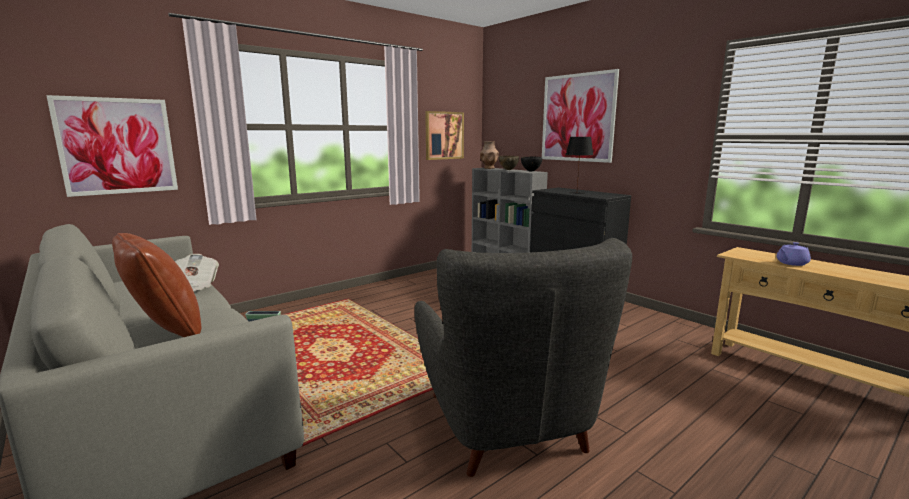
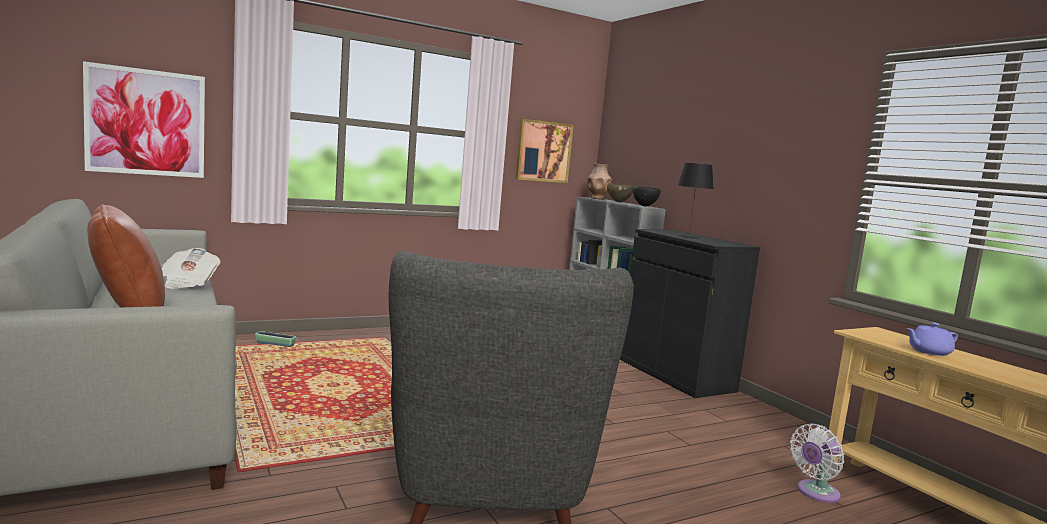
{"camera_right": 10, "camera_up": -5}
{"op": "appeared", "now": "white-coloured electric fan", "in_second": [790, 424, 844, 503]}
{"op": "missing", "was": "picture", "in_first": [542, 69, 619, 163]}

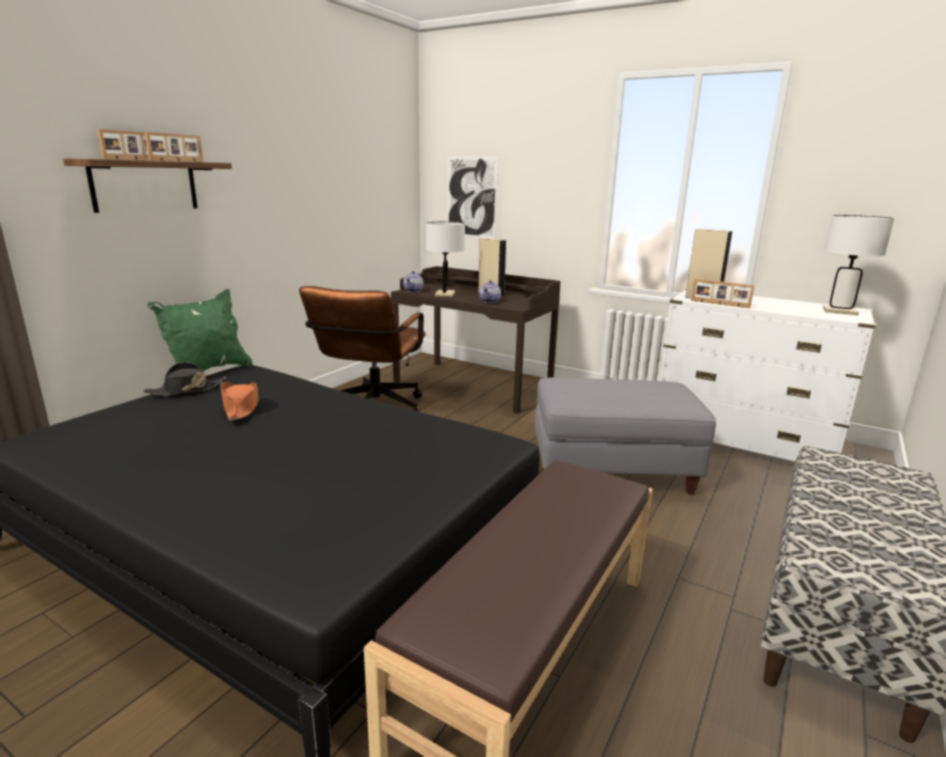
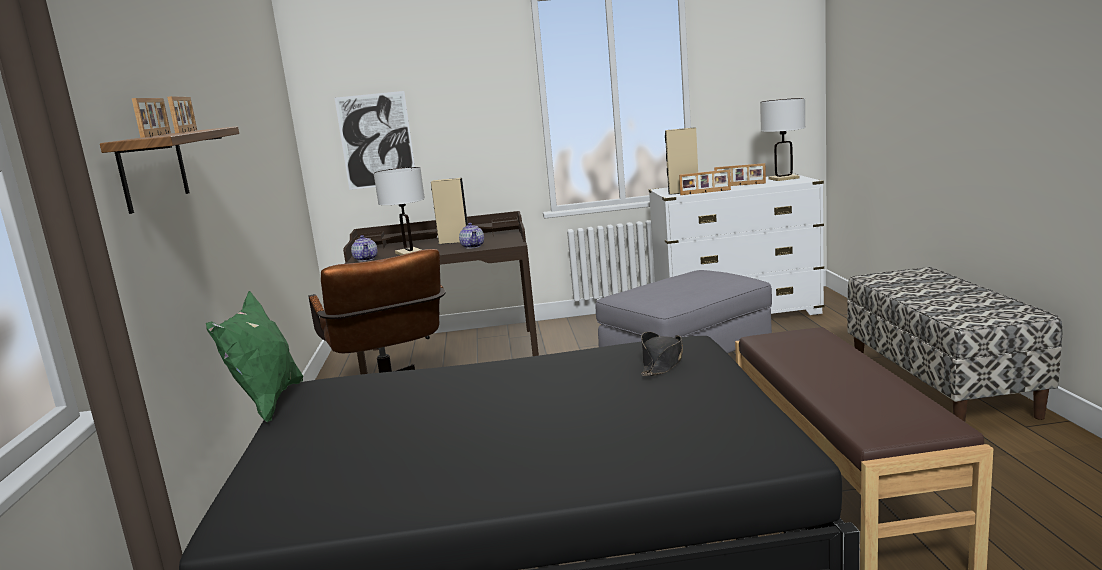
{"camera_right": -35, "camera_up": -5}
{"op": "relocated", "was": "black clothing hat", "in_first": [143, 362, 226, 396], "in_second": [641, 332, 683, 376]}
{"op": "appeared", "now": "picture frame", "in_second": [714, 163, 766, 186]}
{"op": "missing", "was": "orange-coloured clothing hat", "in_first": [220, 382, 259, 421]}

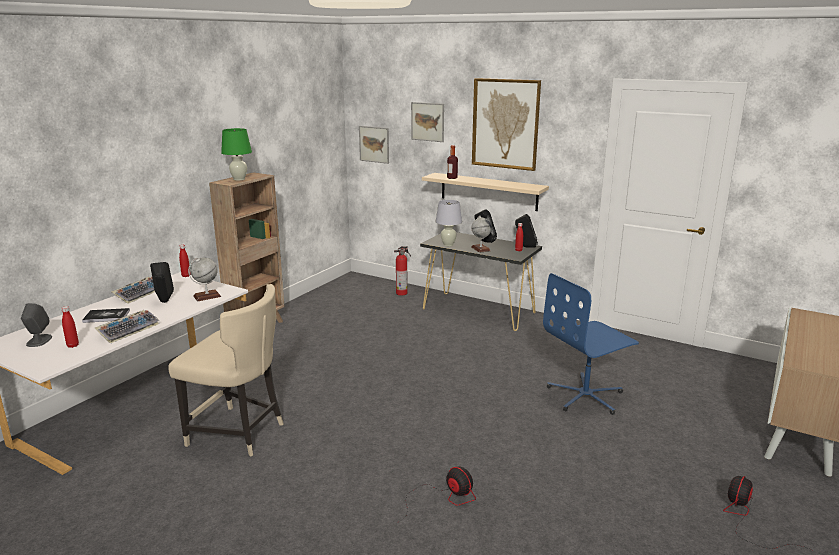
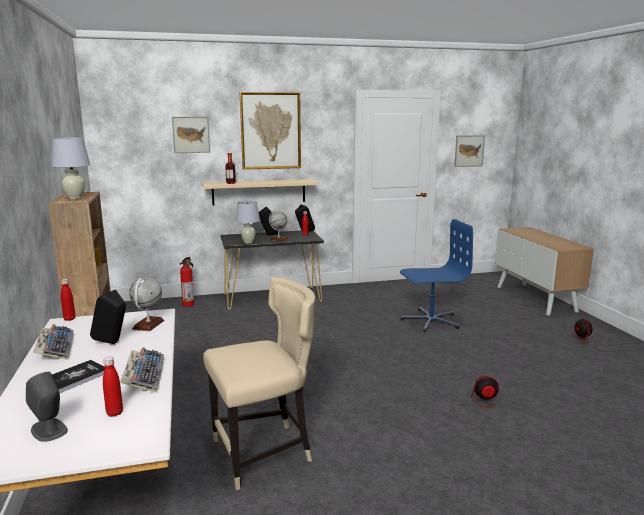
{"camera_right": -45, "camera_up": -5}
{"op": "colour", "was": "green lamp for a table", "now": "white-coloured lamp for a table", "in_first": [221, 128, 252, 181], "in_second": [52, 137, 90, 199]}
{"op": "spun", "was": "bluish desk chair", "in_first": [543, 273, 639, 415], "in_second": [400, 219, 473, 332], "clockwise": -120}
{"op": "relocated", "was": "picture", "in_first": [359, 126, 389, 164], "in_second": [454, 135, 485, 167]}

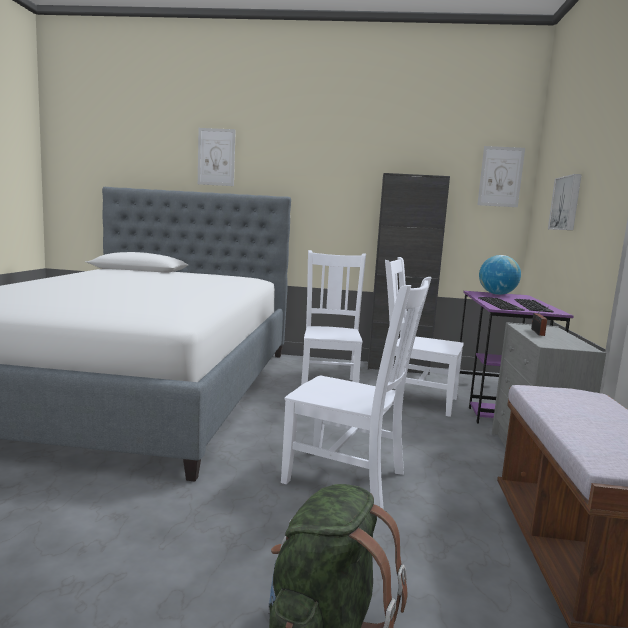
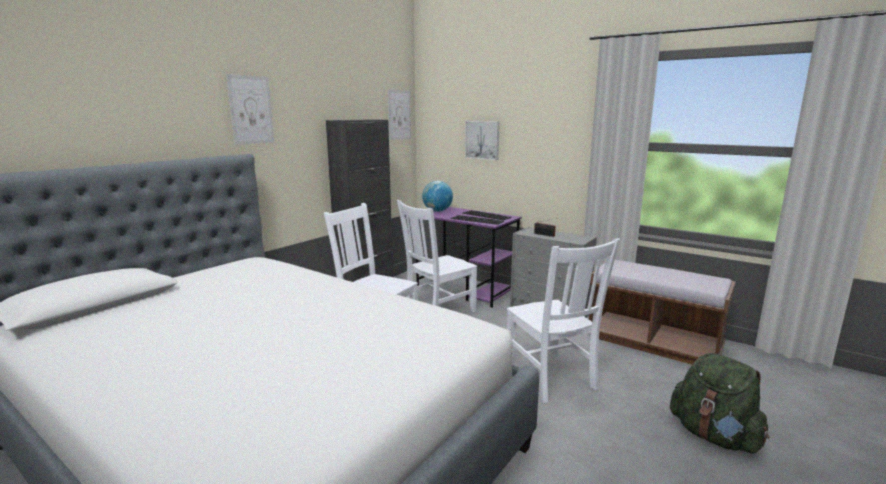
{"camera_right": -60, "camera_up": 5}
{"op": "relocated", "was": "picture", "in_first": [198, 128, 236, 186], "in_second": [226, 74, 274, 145]}
{"op": "spun", "was": "white-coloured upright chair", "in_first": [281, 277, 431, 509], "in_second": [507, 238, 620, 403], "clockwise": 105}

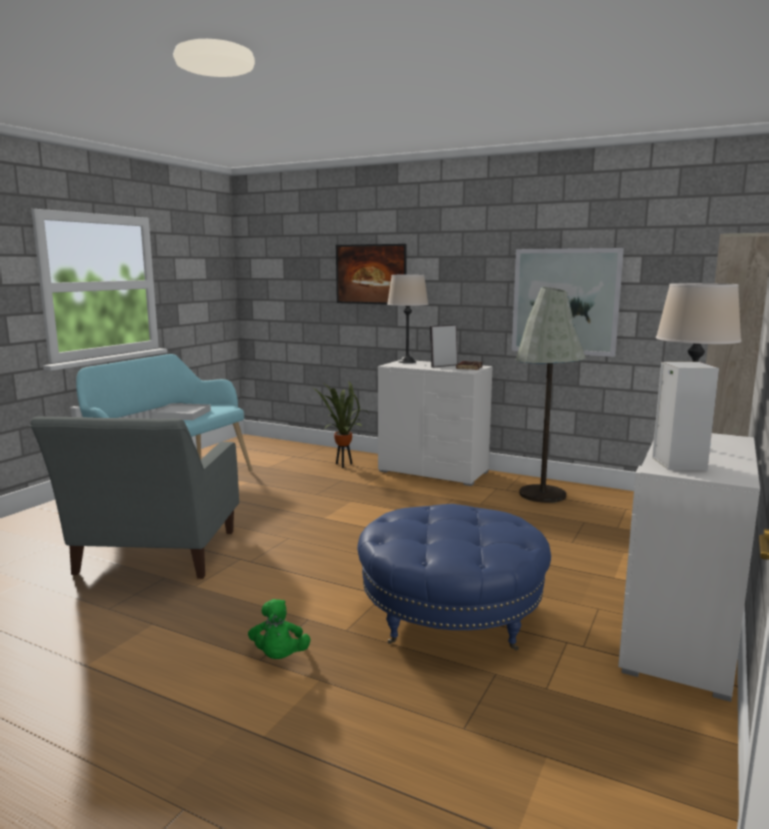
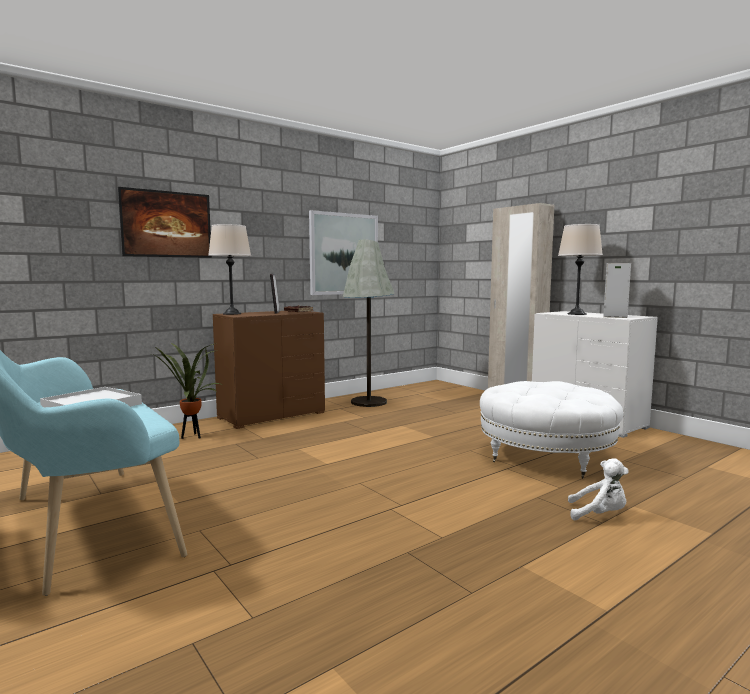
{"camera_right": -65, "camera_up": -5}
{"op": "colour", "was": "white-coloured chest of drawers", "now": "brownish chest of drawers", "in_first": [378, 360, 493, 486], "in_second": [213, 311, 325, 429]}
{"op": "colour", "was": "bluish pouffe", "now": "white-coloured pouffe", "in_first": [357, 504, 551, 651], "in_second": [480, 381, 624, 478]}
{"op": "colour", "was": "green soft toy", "now": "white-coloured soft toy", "in_first": [248, 599, 311, 659], "in_second": [568, 458, 629, 520]}
{"op": "missing", "was": "gray easy chair", "in_first": [29, 416, 239, 579]}

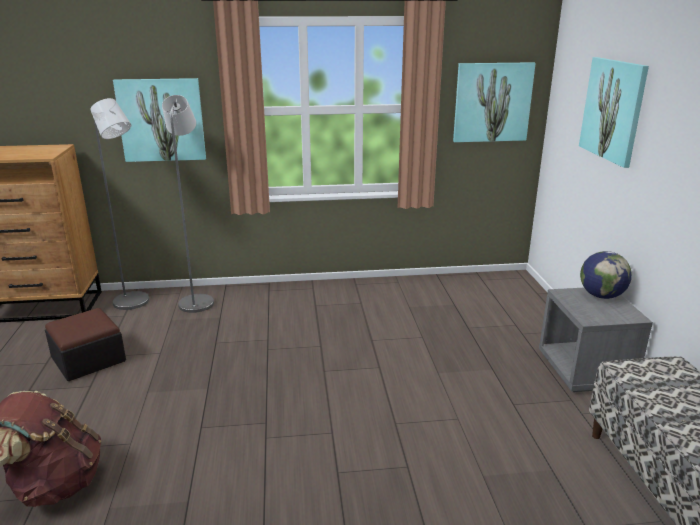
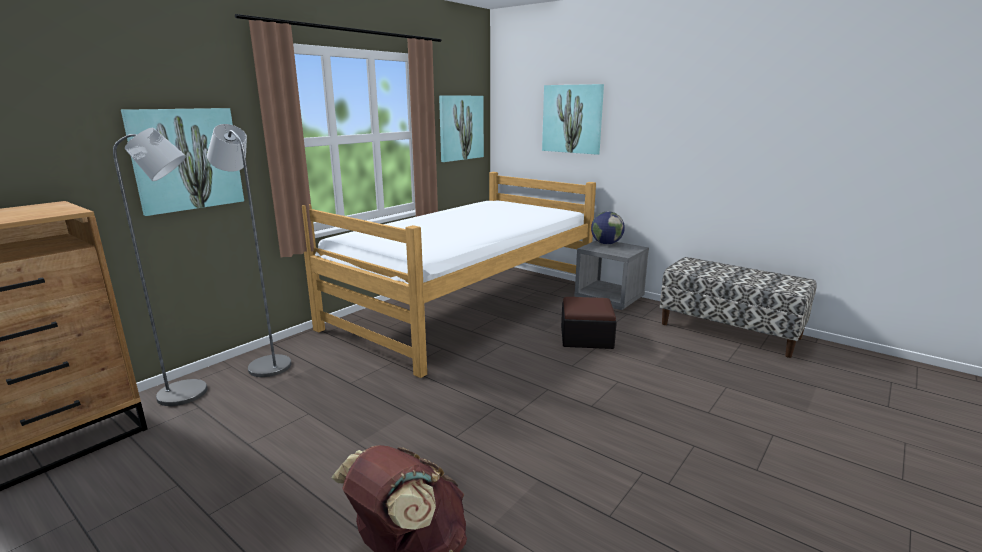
{"camera_right": -45, "camera_up": -5}
{"op": "appeared", "now": "bedroom bed", "in_second": [302, 172, 596, 378]}
{"op": "relocated", "was": "pouffe", "in_first": [45, 308, 126, 381], "in_second": [561, 297, 617, 349]}

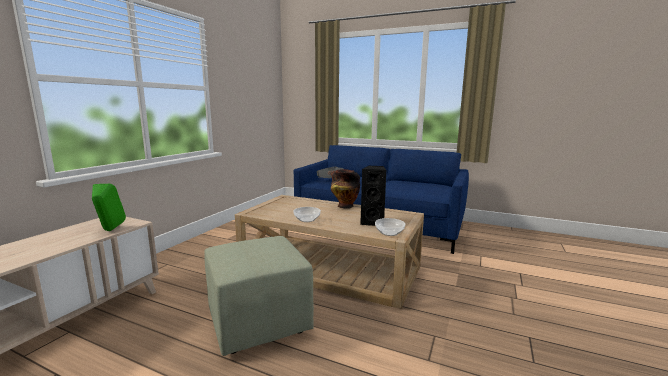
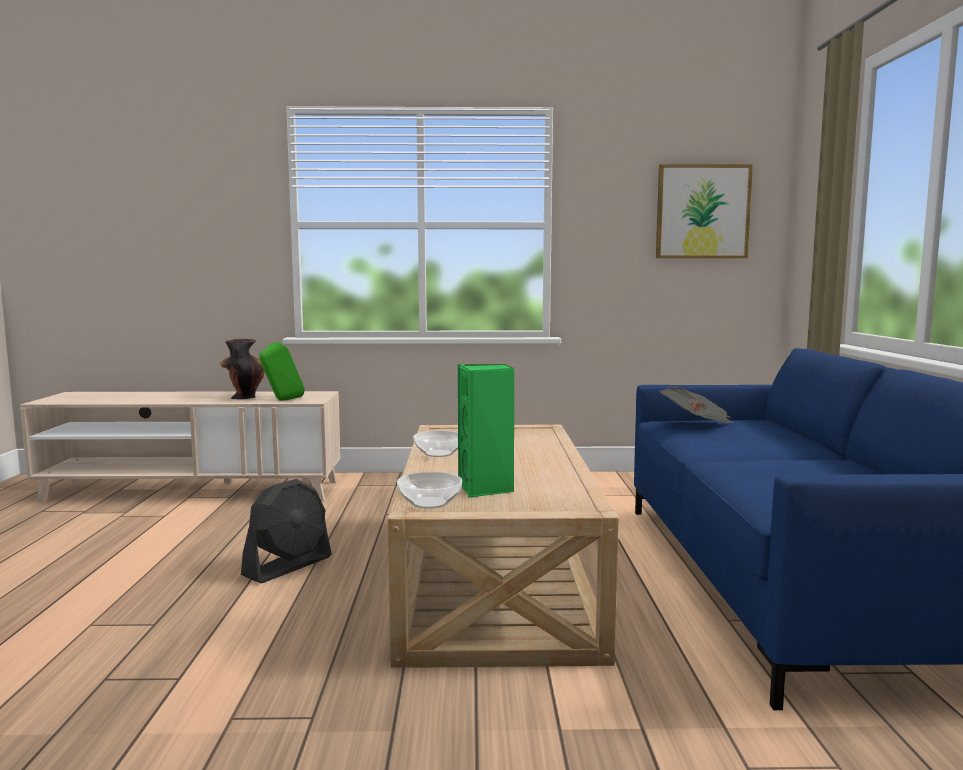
{"camera_right": 65, "camera_up": -5}
{"op": "relocated", "was": "decorative vase", "in_first": [331, 169, 360, 209], "in_second": [220, 339, 265, 399]}
{"op": "exchanged", "was": "green pouffe", "now": "black electric fan", "in_first": [204, 236, 314, 356], "in_second": [241, 479, 332, 583]}
{"op": "colour", "was": "black loudspeaker", "now": "green loudspeaker", "in_first": [360, 166, 387, 226], "in_second": [458, 364, 514, 498]}
{"op": "appeared", "now": "picture", "in_second": [656, 164, 753, 258]}

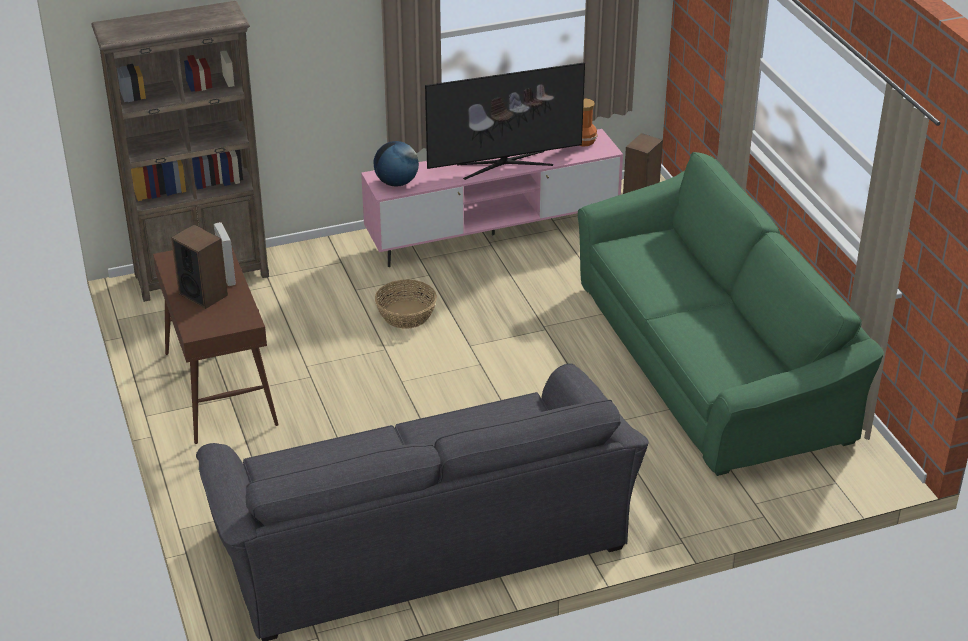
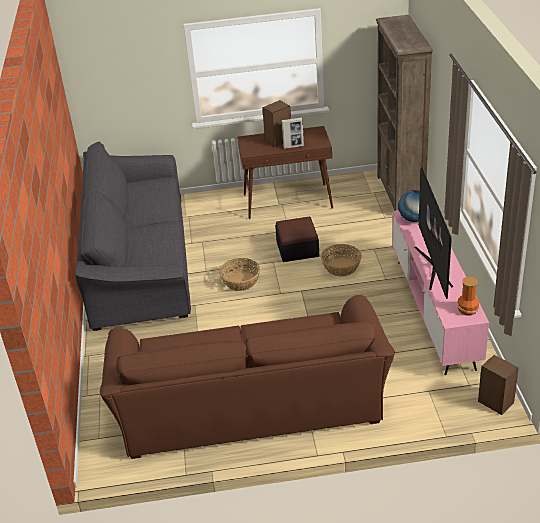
{"camera_right": 105, "camera_up": 0}
{"op": "colour", "was": "green sofa", "now": "brownish sofa", "in_first": [578, 152, 884, 476], "in_second": [100, 295, 395, 459]}
{"op": "appeared", "now": "basket", "in_second": [219, 258, 260, 291]}
{"op": "appeared", "now": "pouffe", "in_second": [275, 217, 319, 262]}

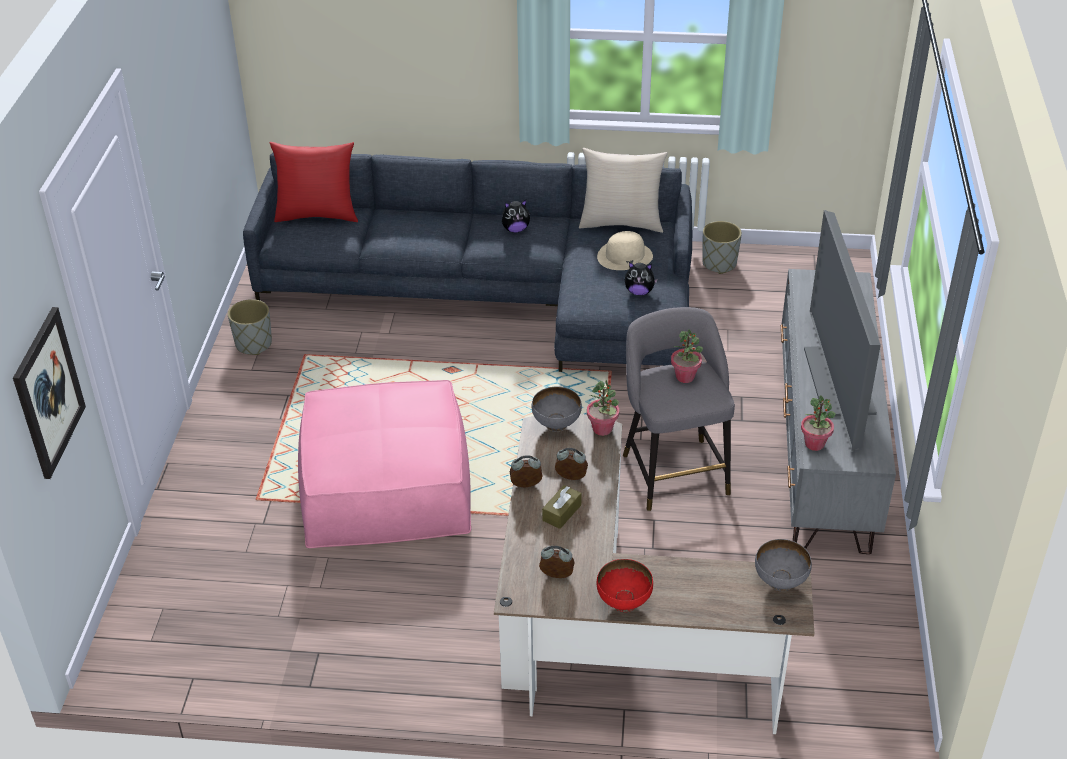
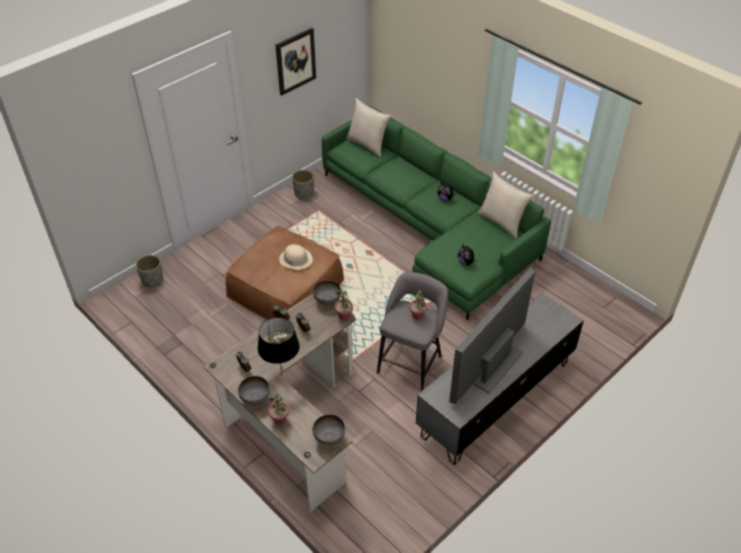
{"camera_right": 40, "camera_up": 5}
{"op": "relocated", "was": "gray flower pot", "in_first": [702, 221, 742, 274], "in_second": [136, 255, 163, 287]}
{"op": "colour", "was": "pink-coloured pouffe", "now": "brownish pouffe", "in_first": [298, 380, 471, 548], "in_second": [226, 226, 344, 320]}
{"op": "colour", "was": "reddish serving bowl", "now": "gray serving bowl", "in_first": [597, 559, 653, 612], "in_second": [238, 376, 270, 405]}
{"op": "appeared", "now": "black lamp for a table", "in_second": [257, 317, 300, 371]}
{"op": "relocated", "was": "potted plant", "in_first": [801, 395, 836, 451], "in_second": [268, 393, 289, 425]}
{"op": "relocated", "was": "picture", "in_first": [13, 307, 86, 479], "in_second": [275, 28, 316, 96]}
{"op": "relocated", "was": "beige clothing hat", "in_first": [597, 231, 653, 270], "in_second": [279, 244, 313, 270]}
{"op": "colour", "was": "gray sofa", "now": "green sofa", "in_first": [243, 153, 692, 372], "in_second": [322, 104, 551, 320]}
{"op": "colour", "was": "reddish cushion", "now": "beige cushion", "in_first": [269, 142, 358, 222], "in_second": [346, 98, 391, 157]}

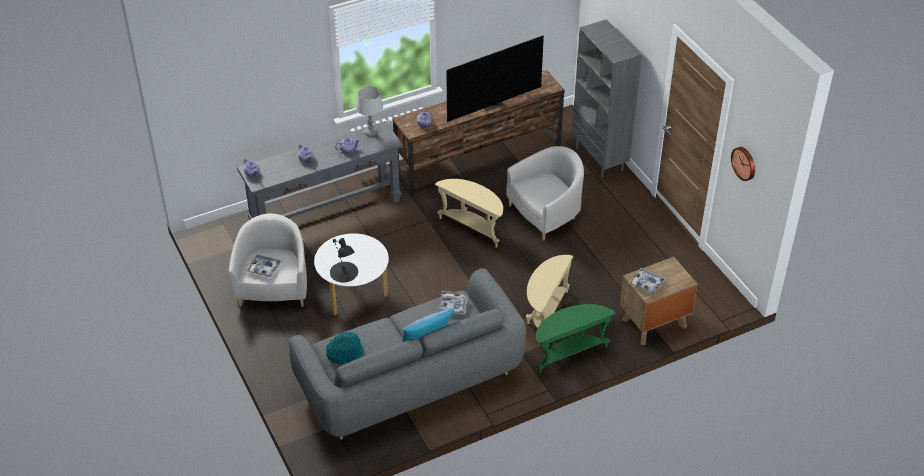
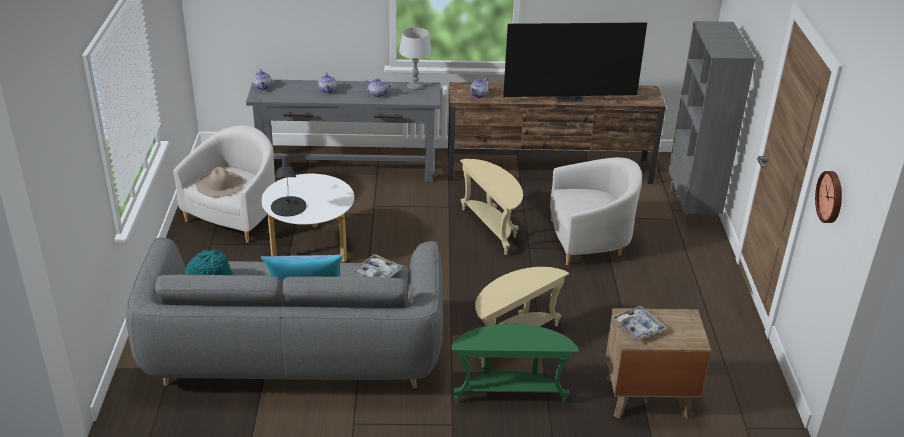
{"camera_right": 25, "camera_up": -10}
{"op": "exchanged", "was": "serving tray", "now": "beige clothing hat", "in_first": [246, 255, 282, 278], "in_second": [196, 167, 244, 197]}

